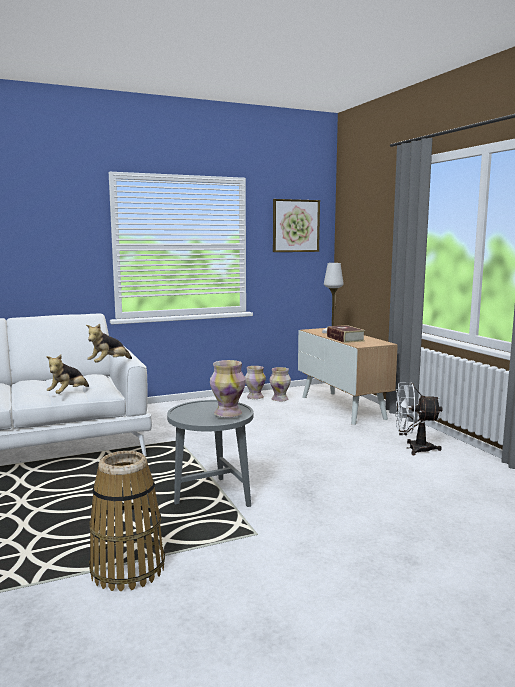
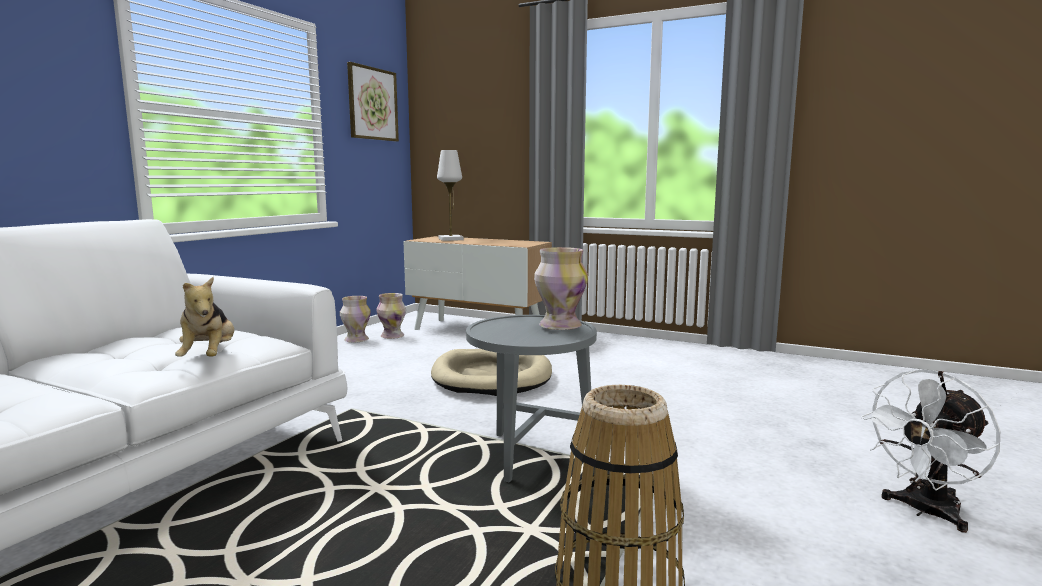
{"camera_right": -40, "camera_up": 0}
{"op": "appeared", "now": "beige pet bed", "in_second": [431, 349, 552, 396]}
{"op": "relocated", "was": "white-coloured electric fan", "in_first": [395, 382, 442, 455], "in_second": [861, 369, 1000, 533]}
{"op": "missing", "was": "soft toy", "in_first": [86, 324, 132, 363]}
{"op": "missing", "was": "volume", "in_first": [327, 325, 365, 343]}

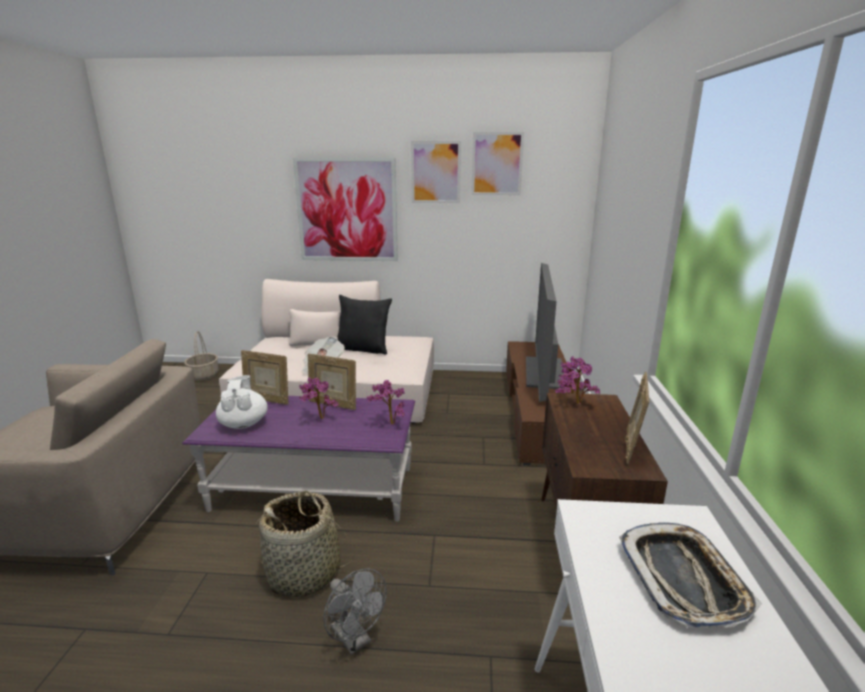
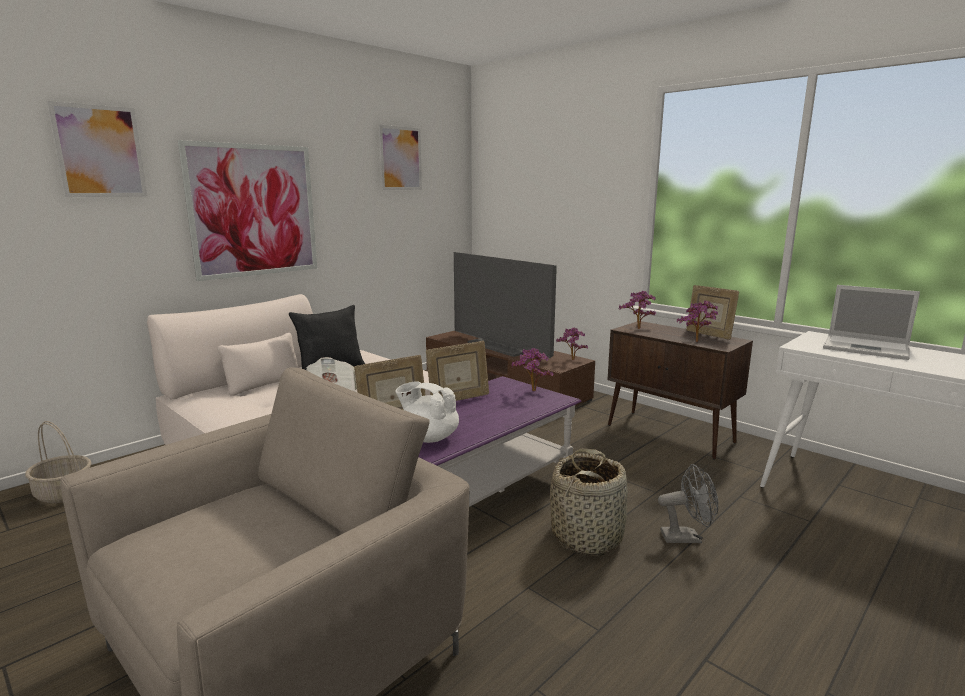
{"camera_right": -50, "camera_up": -5}
{"op": "relocated", "was": "picture", "in_first": [411, 141, 461, 203], "in_second": [47, 101, 147, 197]}
{"op": "relocated", "was": "potted plant", "in_first": [299, 377, 339, 419], "in_second": [677, 300, 718, 342]}
{"op": "exchanged", "was": "serving tray", "now": "notebook computer", "in_first": [619, 522, 762, 628], "in_second": [823, 285, 920, 360]}

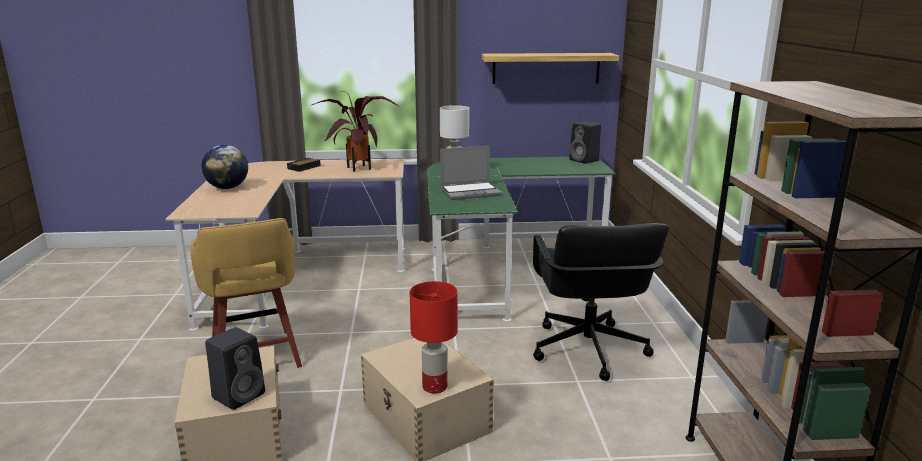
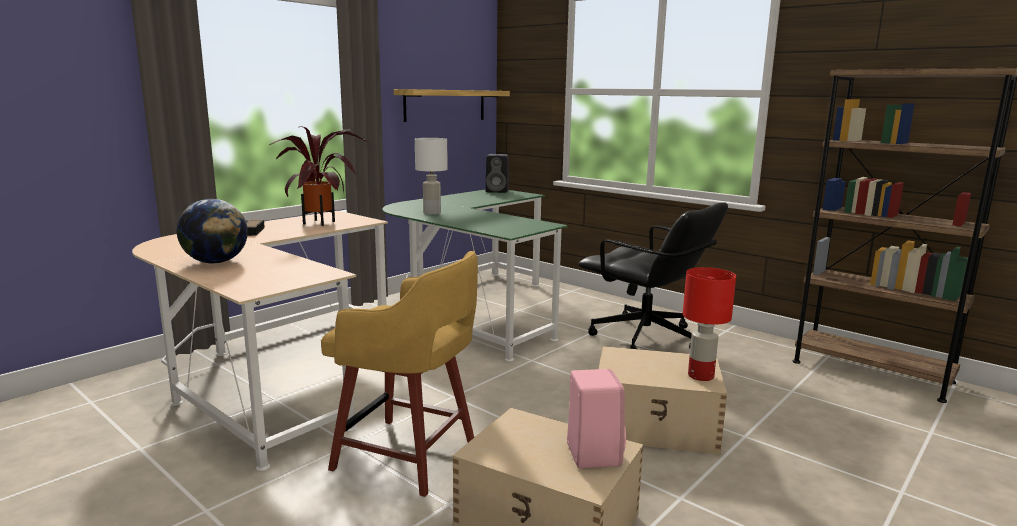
{"camera_right": -45, "camera_up": -5}
{"op": "colour", "was": "black loudspeaker", "now": "pink-coloured loudspeaker", "in_first": [205, 327, 265, 410], "in_second": [567, 369, 626, 468]}
{"op": "missing", "was": "notebook computer", "in_first": [440, 146, 502, 200]}

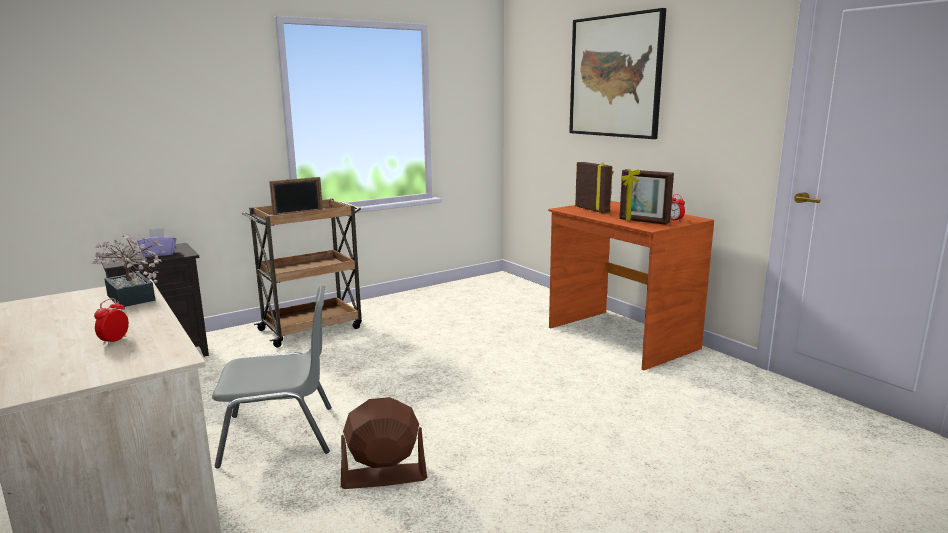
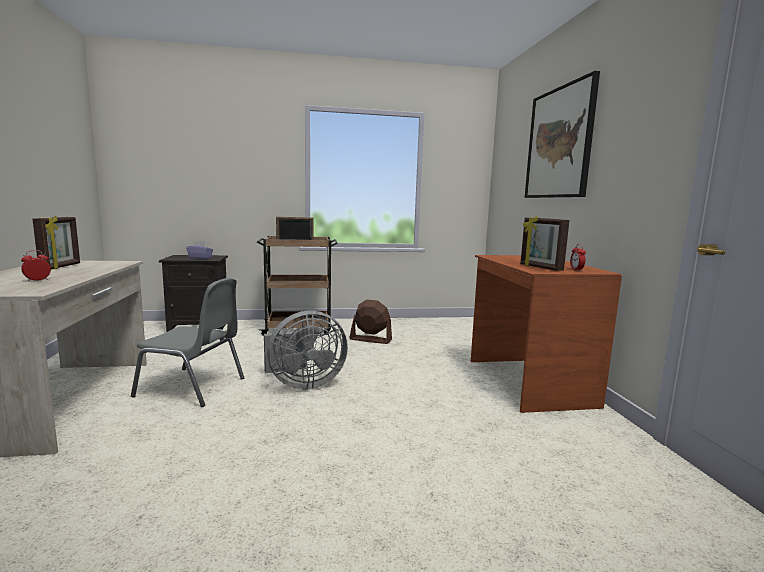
{"camera_right": 25, "camera_up": -5}
{"op": "relocated", "was": "picture frame", "in_first": [575, 162, 613, 213], "in_second": [33, 216, 80, 270]}
{"op": "appeared", "now": "gray electric fan", "in_second": [264, 311, 348, 390]}
{"op": "relocated", "was": "brownish electric fan", "in_first": [341, 397, 427, 489], "in_second": [350, 300, 392, 344]}
{"op": "missing", "was": "potted plant", "in_first": [92, 234, 165, 307]}

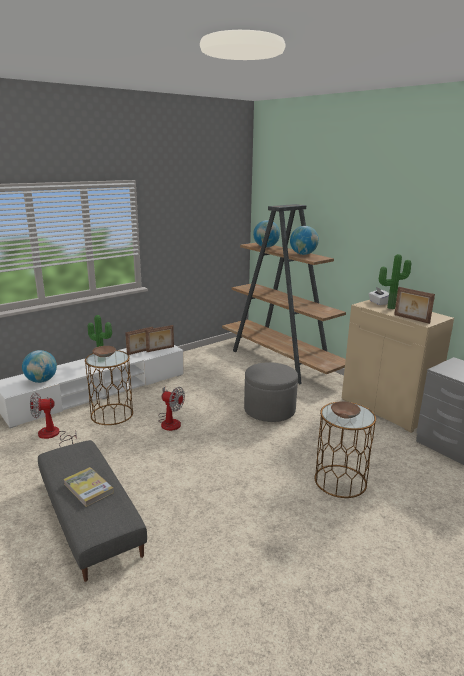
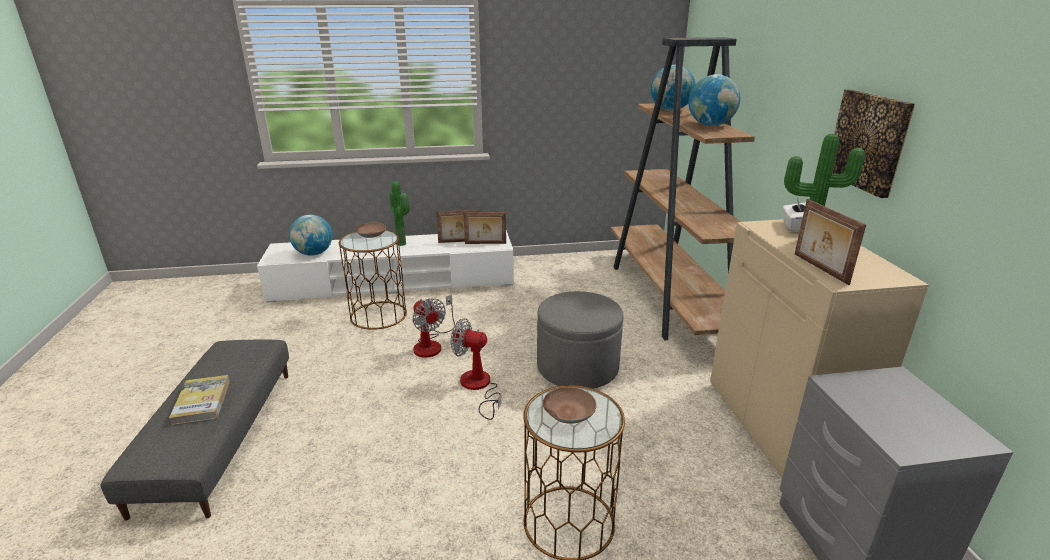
{"camera_right": 30, "camera_up": 5}
{"op": "relocated", "was": "electric fan", "in_first": [30, 392, 77, 448], "in_second": [451, 318, 502, 420]}
{"op": "appeared", "now": "picture", "in_second": [832, 89, 915, 198]}

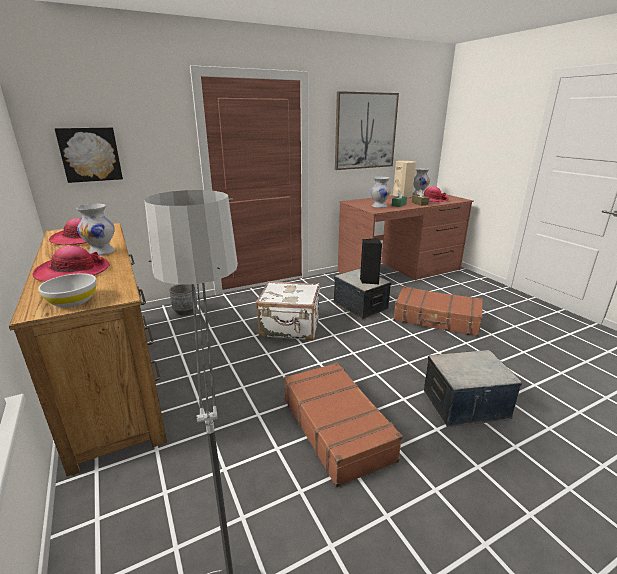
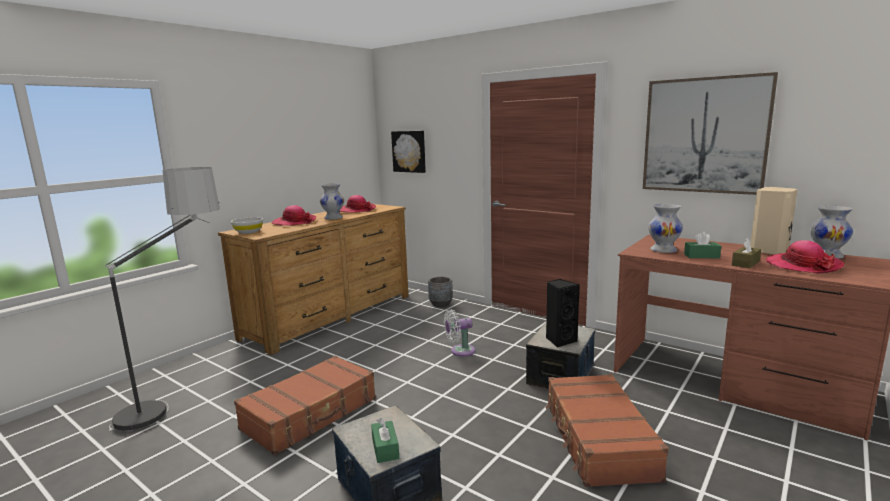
{"camera_right": 65, "camera_up": -10}
{"op": "appeared", "now": "green tissue holder", "in_second": [371, 418, 399, 463]}
{"op": "exchanged", "was": "white-coloured piece of luggage", "now": "white-coloured electric fan", "in_first": [256, 281, 320, 340], "in_second": [444, 309, 475, 357]}

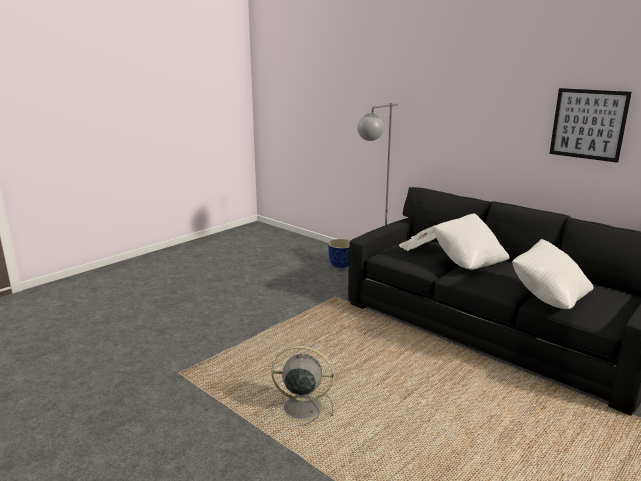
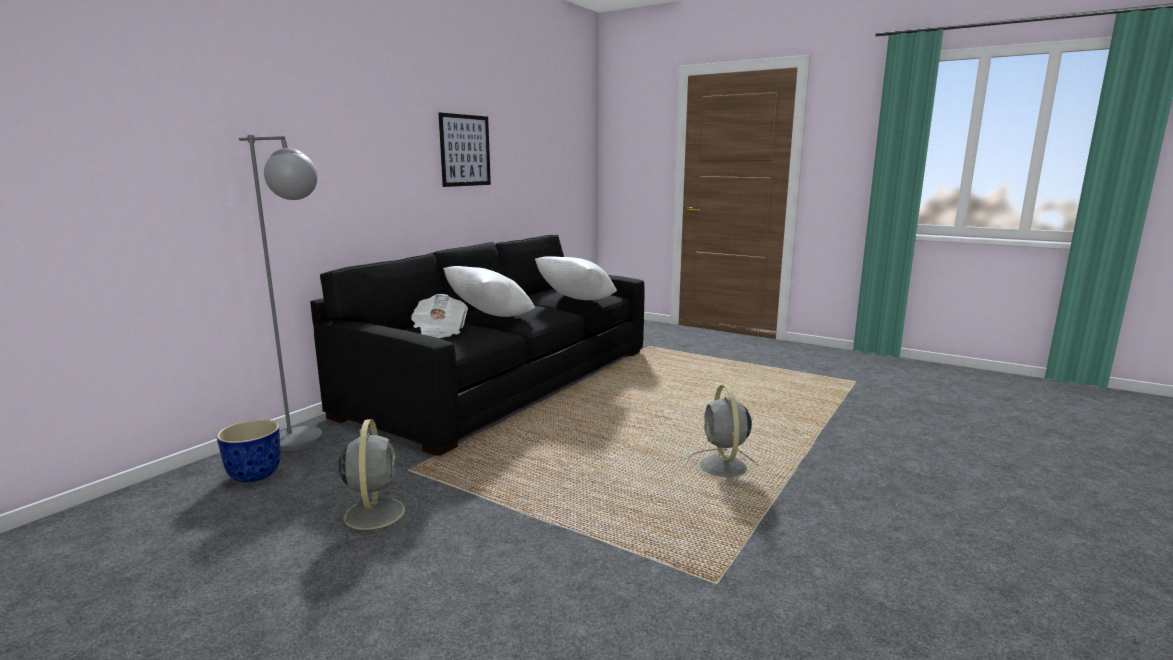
{"camera_right": -100, "camera_up": -5}
{"op": "appeared", "now": "gray electric fan", "in_second": [330, 419, 418, 540]}

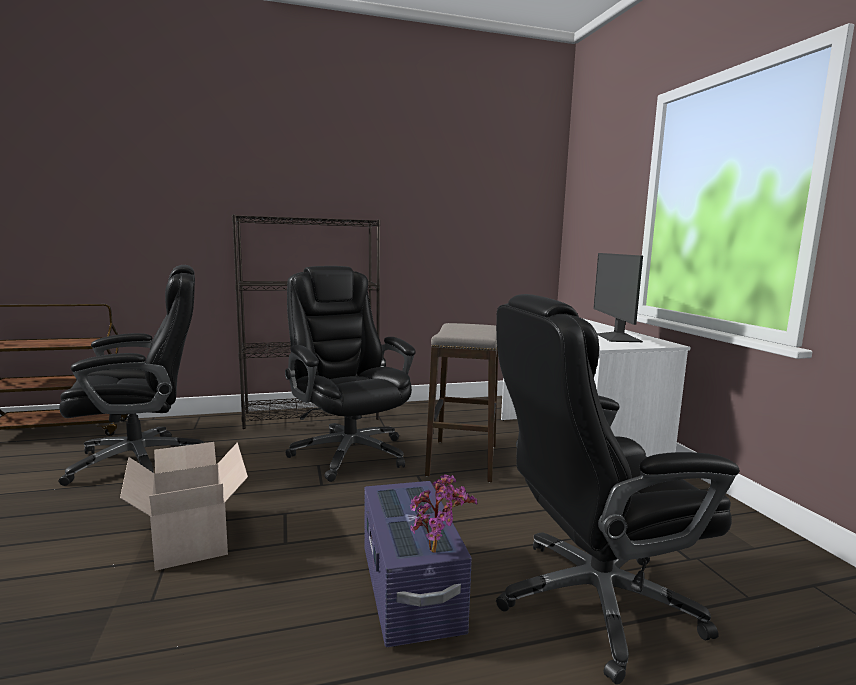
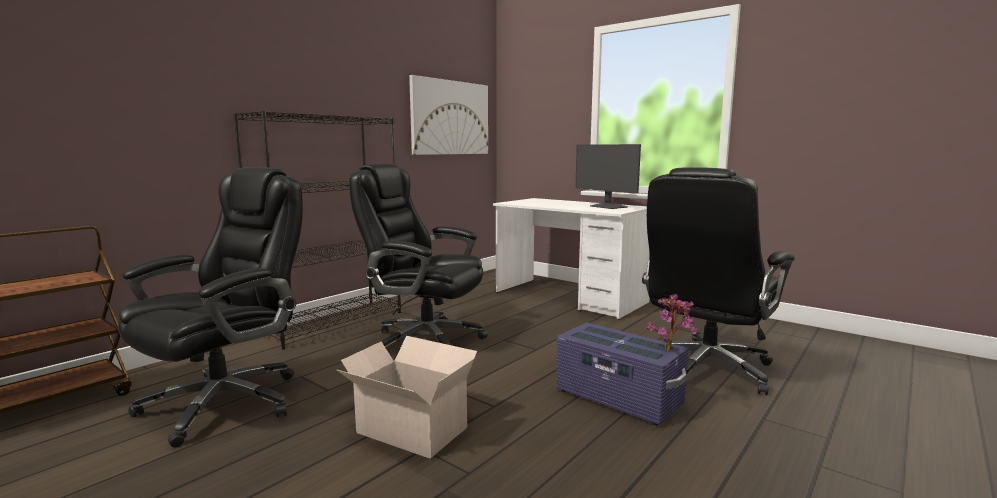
{"camera_right": -35, "camera_up": 0}
{"op": "appeared", "now": "picture", "in_second": [409, 75, 488, 155]}
{"op": "missing", "was": "stool", "in_first": [425, 323, 498, 482]}

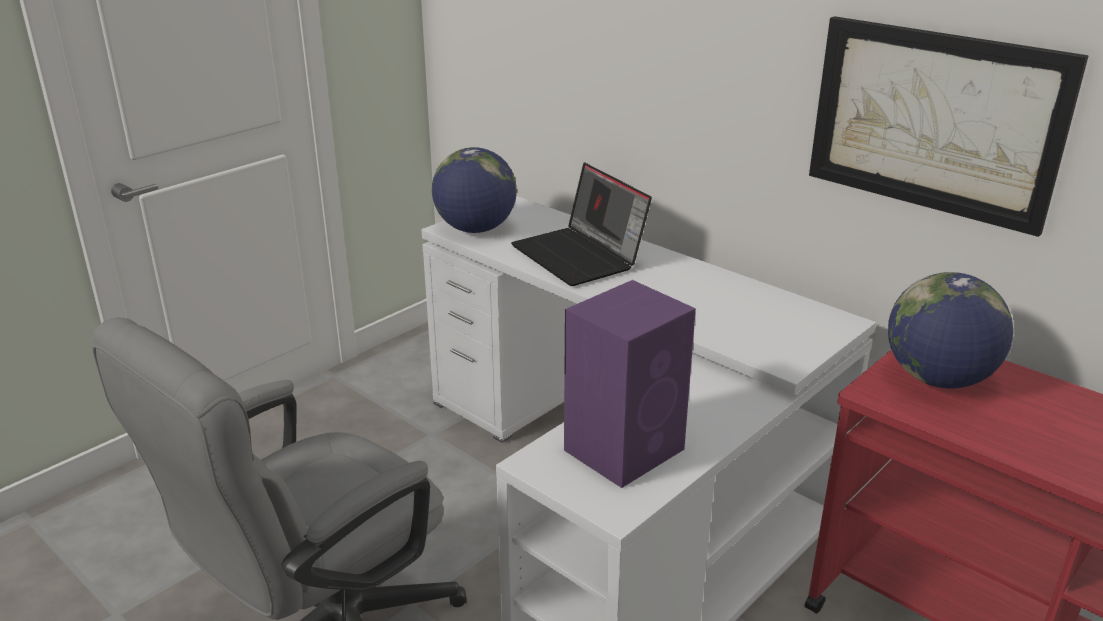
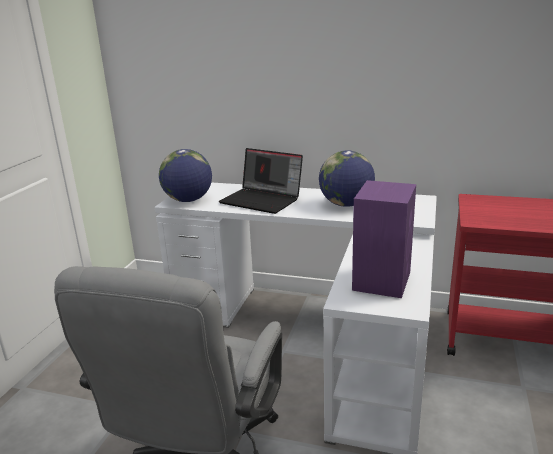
{"camera_right": -25, "camera_up": -5}
{"op": "relocated", "was": "desk globe", "in_first": [888, 272, 1013, 388], "in_second": [319, 150, 375, 207]}
{"op": "missing", "was": "picture", "in_first": [809, 16, 1088, 237]}

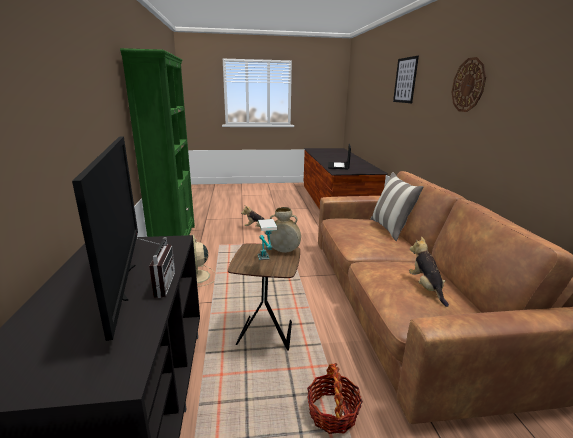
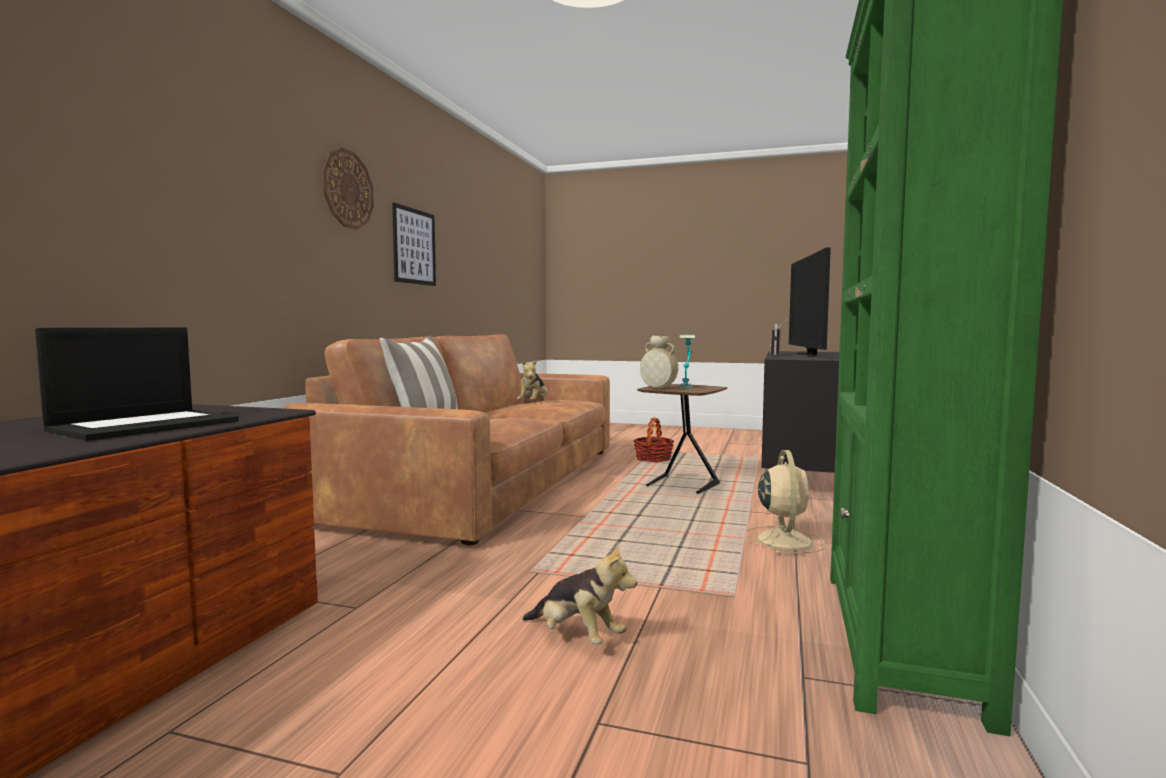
{"camera_right": -155, "camera_up": -15}
{"op": "relocated", "was": "picture", "in_first": [393, 56, 419, 103], "in_second": [392, 202, 436, 286]}

